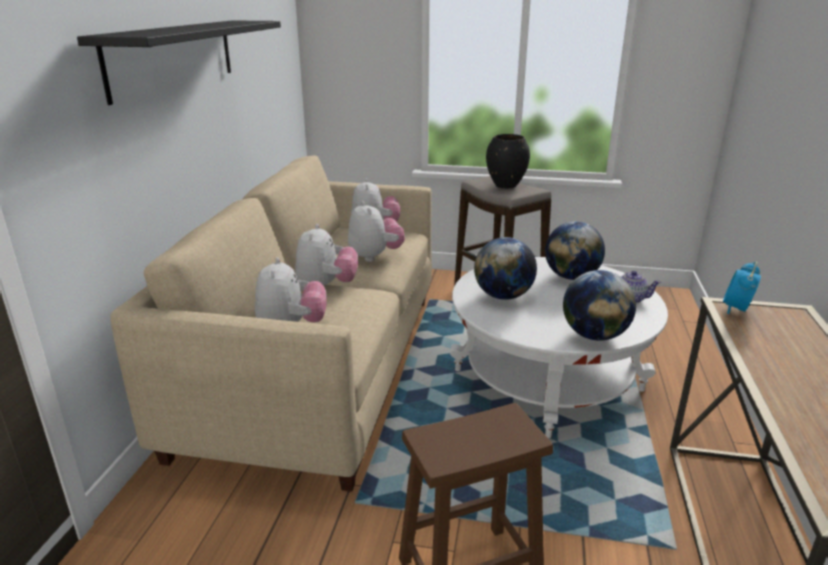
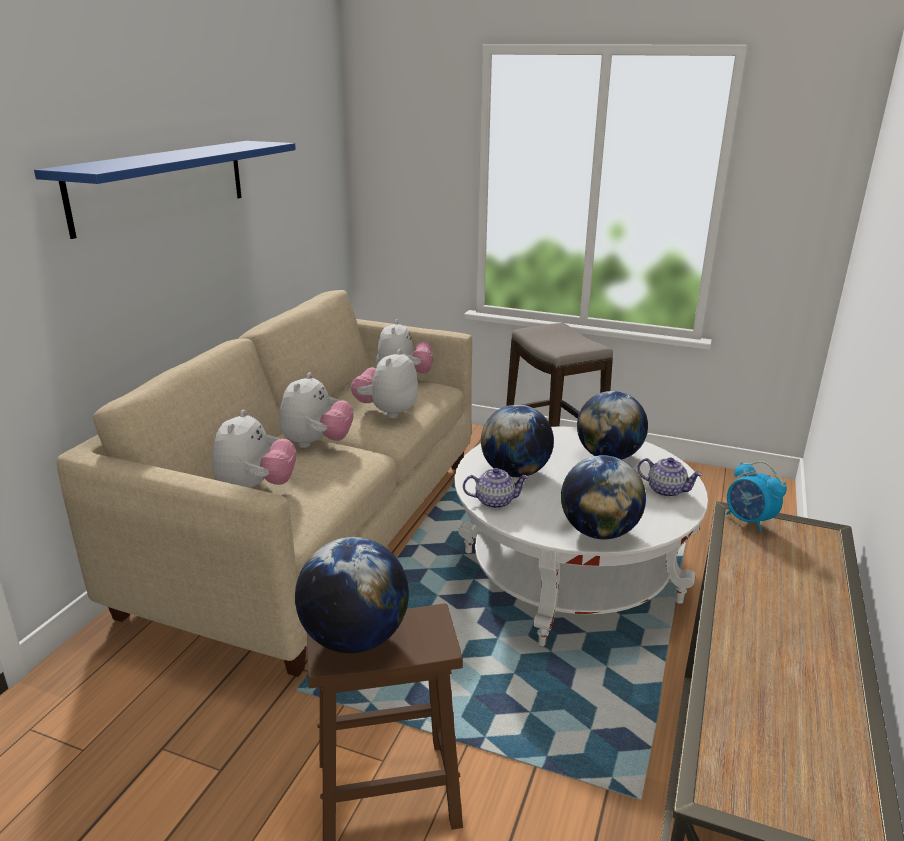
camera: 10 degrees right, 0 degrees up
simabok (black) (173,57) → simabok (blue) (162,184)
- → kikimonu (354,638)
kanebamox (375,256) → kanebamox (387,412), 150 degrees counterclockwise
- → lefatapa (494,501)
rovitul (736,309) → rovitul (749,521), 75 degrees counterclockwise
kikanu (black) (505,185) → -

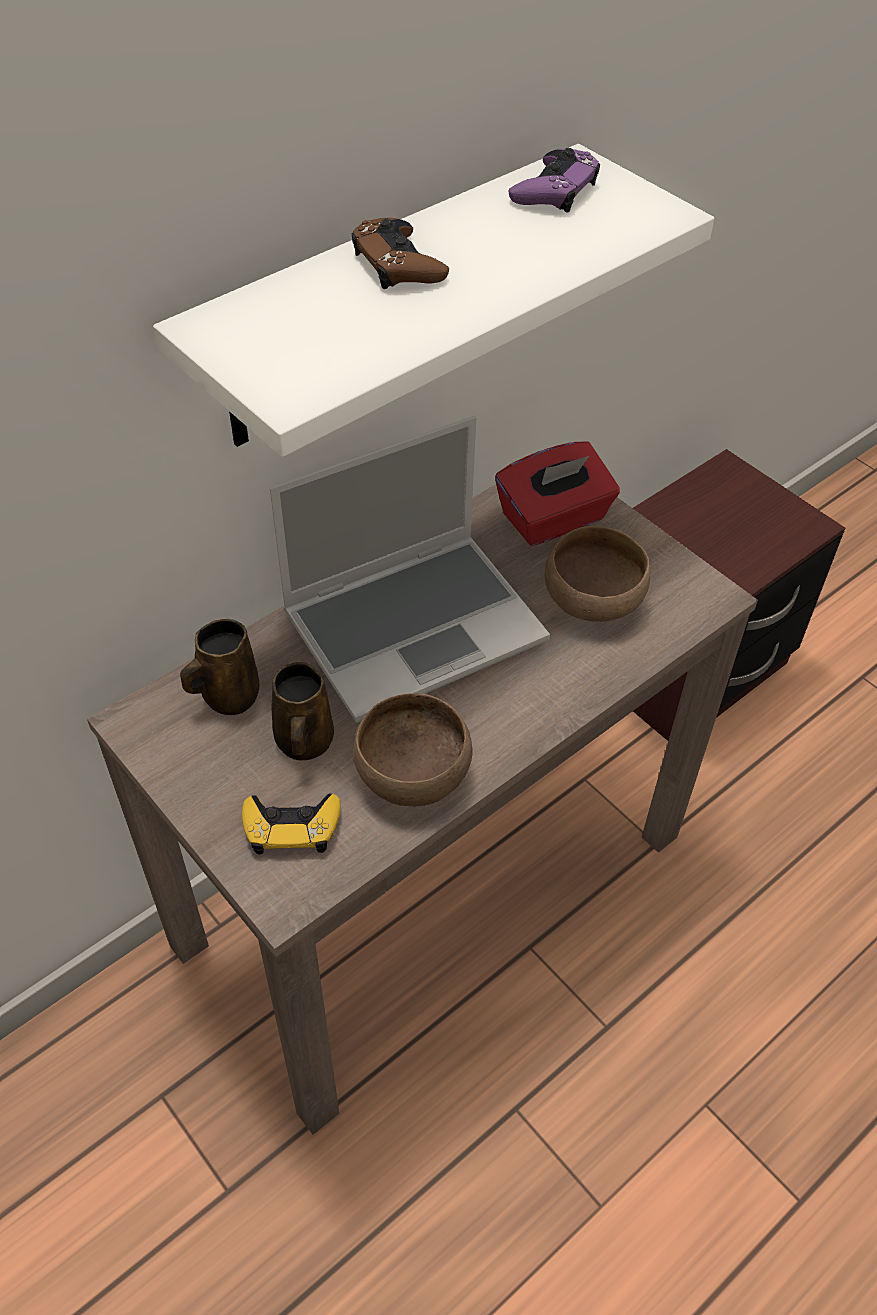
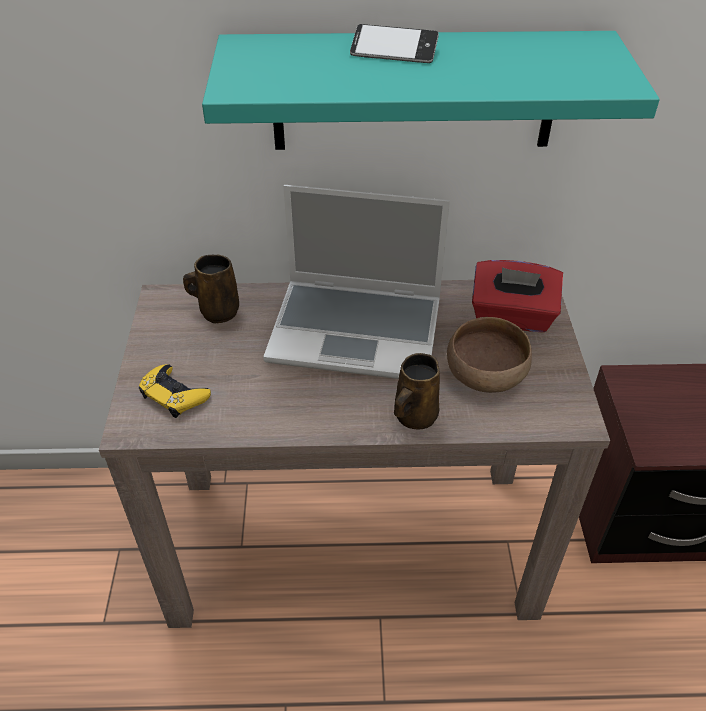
camera: 40 degrees right, 5 degrees down
simabok (white) (387,299) → simabok (turquoise) (414,92)
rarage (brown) (398,264) → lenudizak (393,51)
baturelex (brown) (304,743) → baturelex (brown) (414,416), move
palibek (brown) (410,773) → -
rarage (purple) (555,190) → -

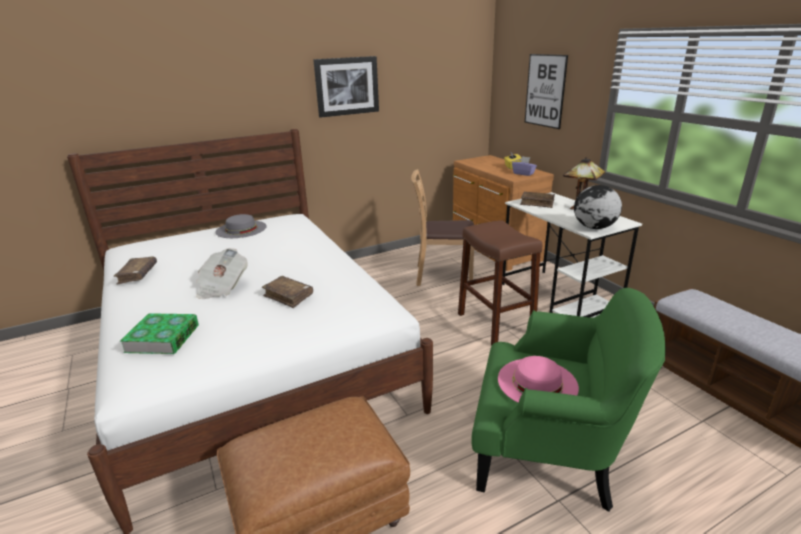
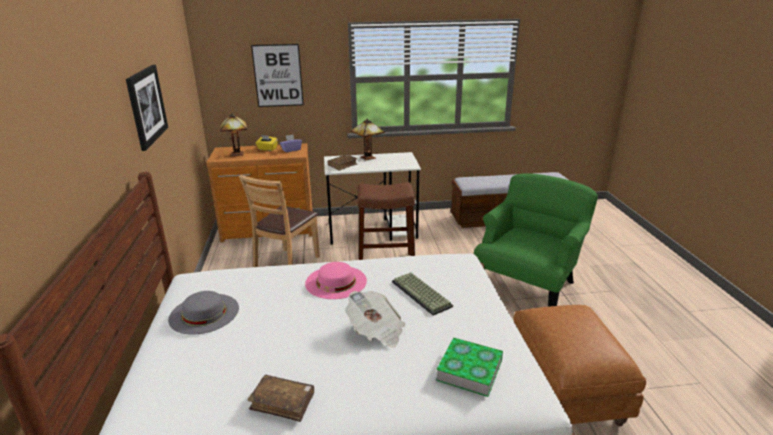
camera: 70 degrees left, 0 degrees up
- → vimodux (236,154)
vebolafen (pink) (537,382) → vebolafen (pink) (336,282), move
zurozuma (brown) (288,296) → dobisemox (422,294)
kikimonu (593,227) → -

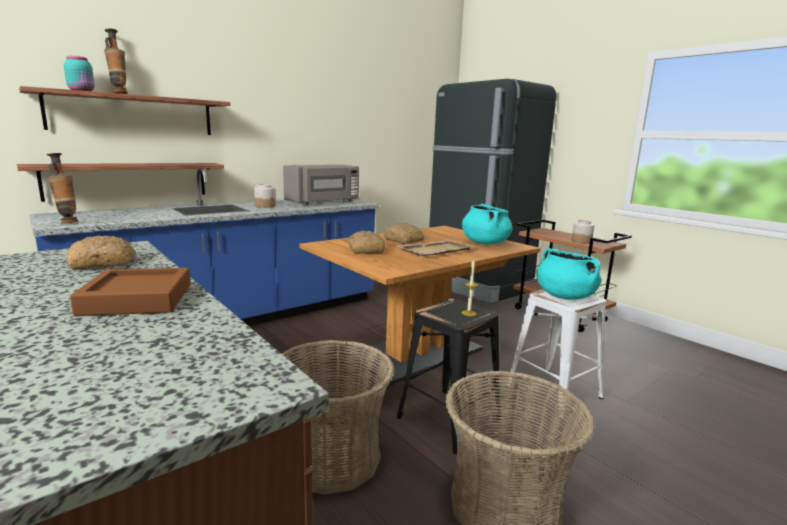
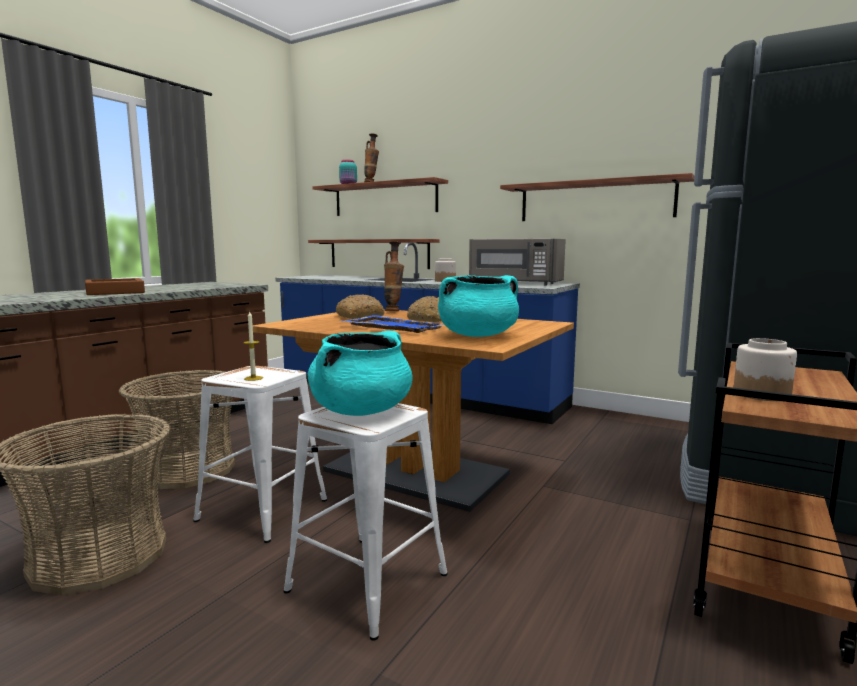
camera: 70 degrees right, 5 degrees down
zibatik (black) (450,419) → zibatik (white) (262,510)
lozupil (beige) (435,250) → lozupil (blue) (393,327)
kikanu (67,223) → kikanu (393,311), move
- → simabok (595,201)
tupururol (103,263) → -

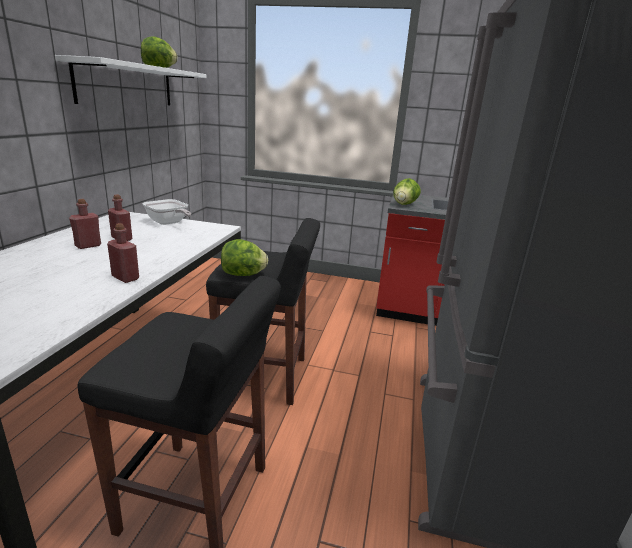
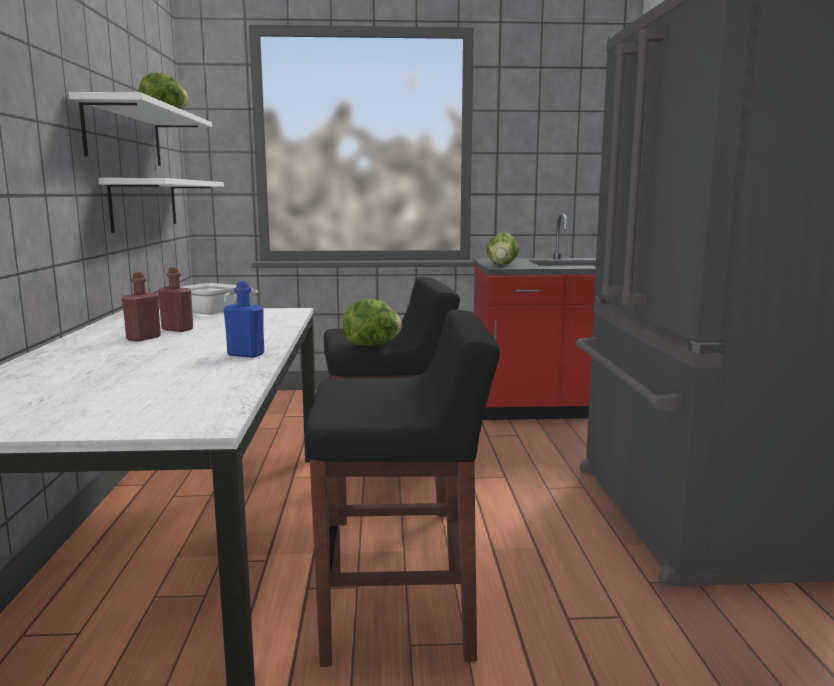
camera: 15 degrees left, 10 degrees down
- → simabok (white) (145,204)
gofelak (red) (125,278) → gofelak (blue) (246,354)

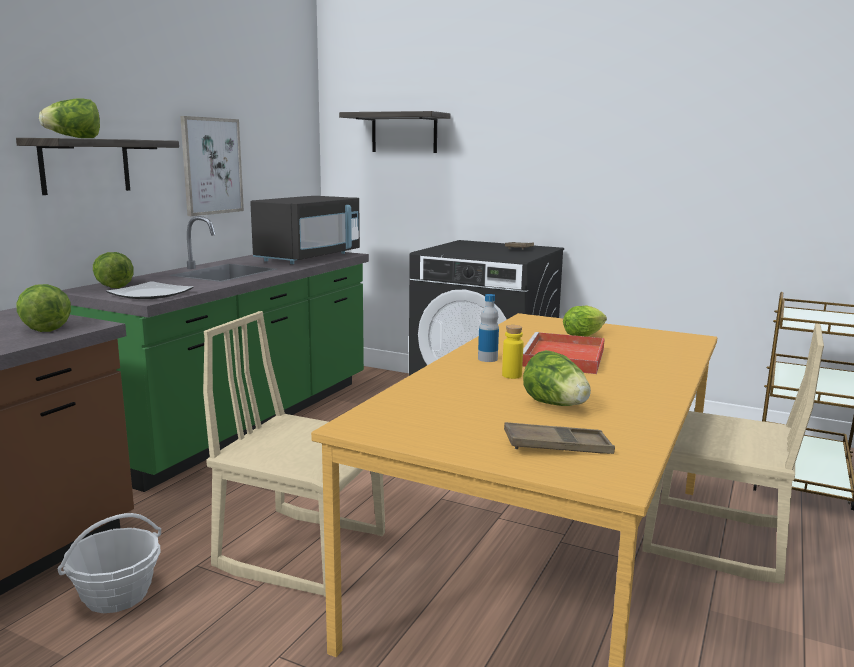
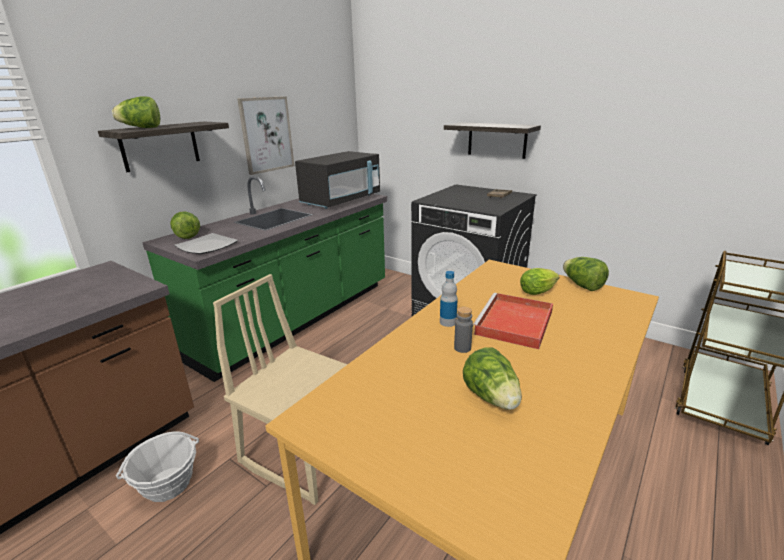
camera: 10 degrees right, 10 degrees up
simabok (404,133) → simabok (497,140), move
gofelak (yellow) (511,375) → gofelak (grey) (462,348)
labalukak (43,328) → labalukak (582,285), move
lozupil (brown) (557,446) → -
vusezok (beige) (715,541) → -

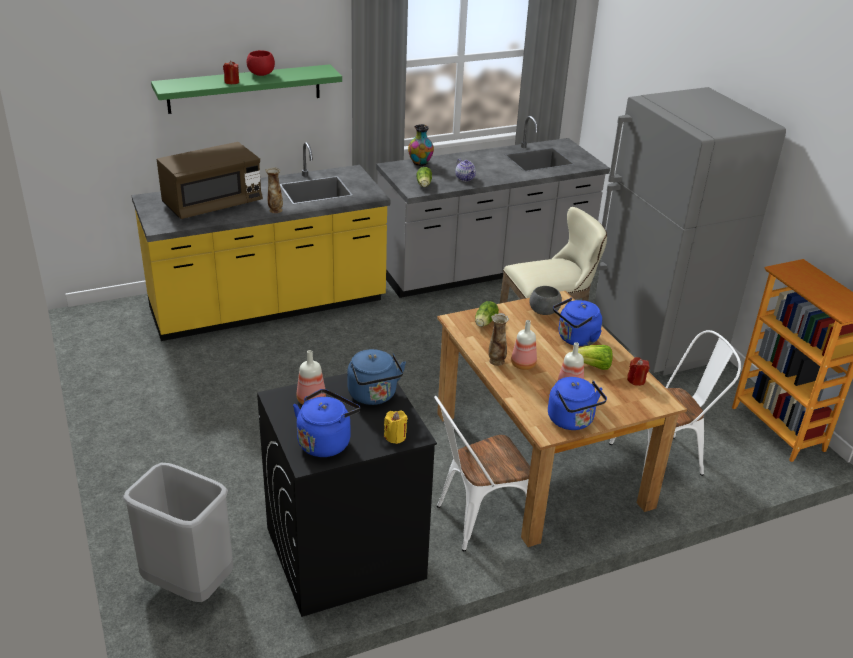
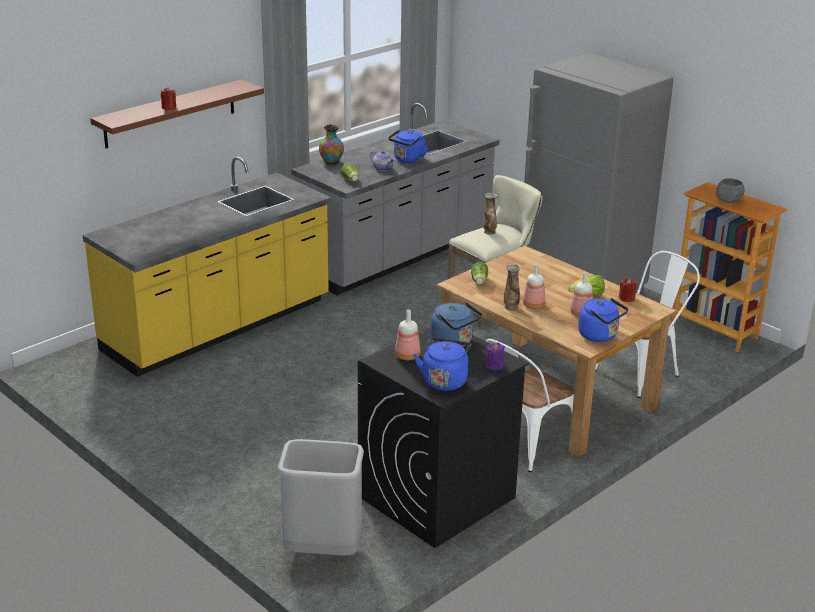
camera: 20 degrees left, 5 degrees down
simabok (green) (244,88) → simabok (brown) (170,113)
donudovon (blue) (575,339) → donudovon (blue) (408,160), move
kikanu (275,210) → kikanu (489,232), move
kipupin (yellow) (395,436) → kipupin (purple) (494,366)
palibek (grey) (544,312) → palibek (grey) (729,201), move
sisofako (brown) (212,204) → -
palibek (red) (261,74) → -

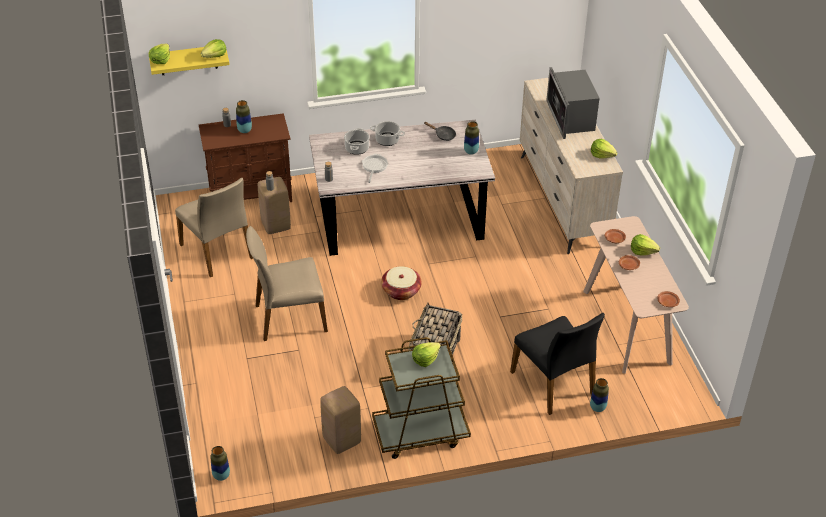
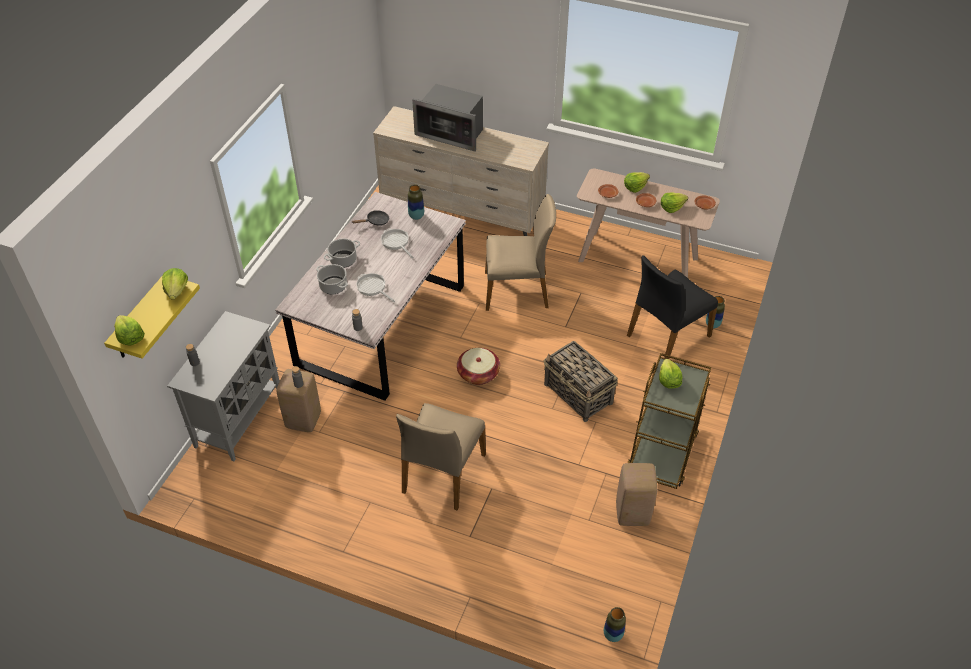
camera: 55 degrees left, 5 degrees up
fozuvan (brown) (251,195) → fozuvan (grey) (239,417)
- → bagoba (396,242)
vusezok (beige) (218,251) → vusezok (beige) (517,290), move
vusezok (black) (553,383) → vusezok (black) (667,335), 135 degrees clockwise
labalukak (602,155) → labalukak (672,207), move
kikanu (244,130) → -

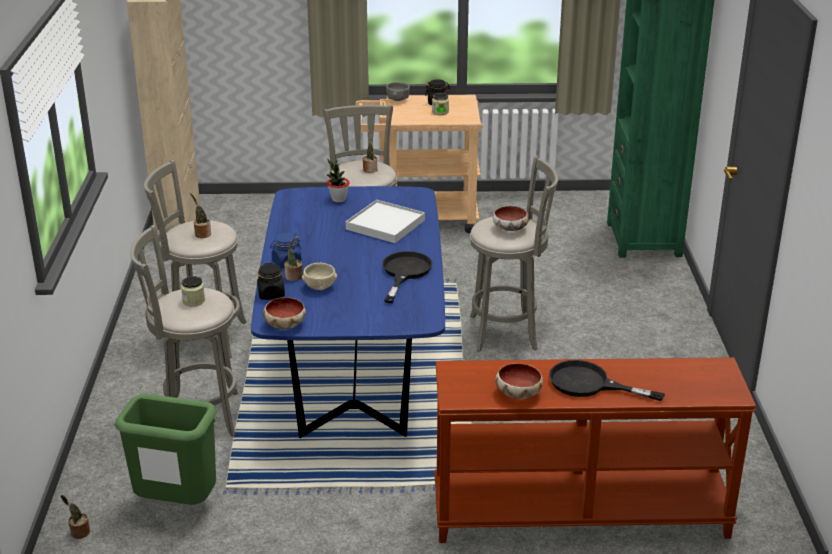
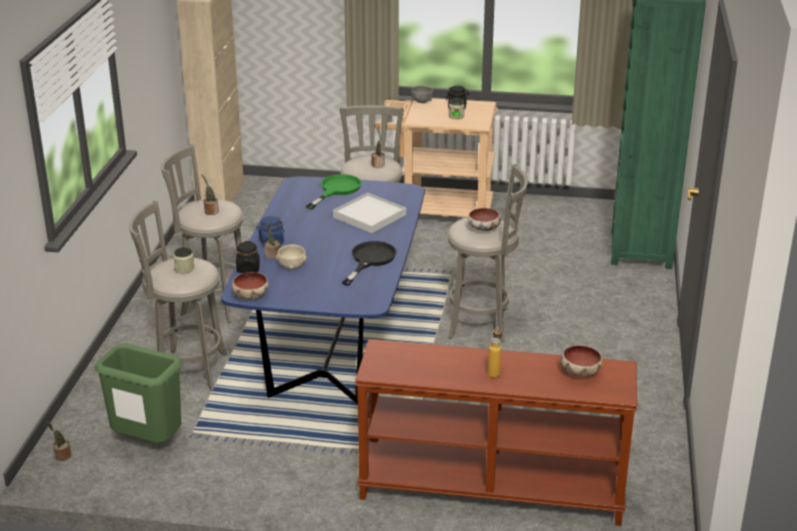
camera: 10 degrees right, 0 degrees up
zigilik (338,199) → bagoba (green) (336,190)
bagoba (black) (589,384) → gofelak (494,372)
palibek (517,393) → palibek (579,372), move

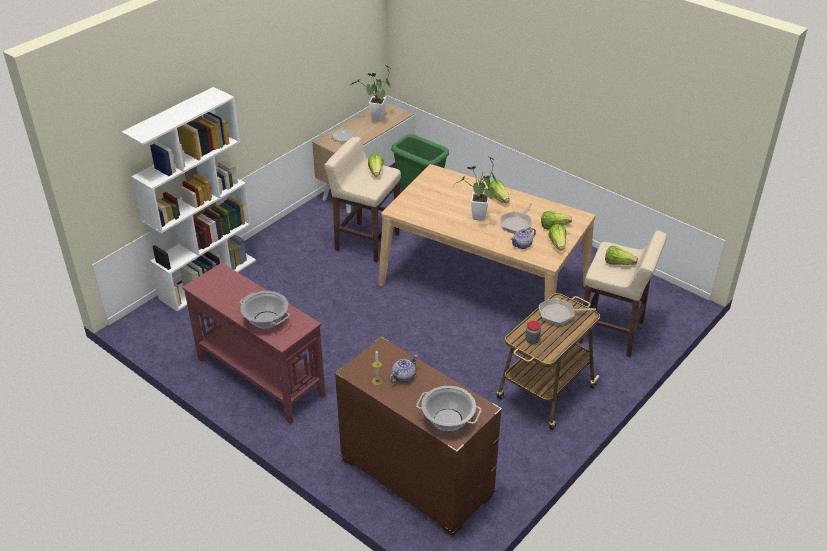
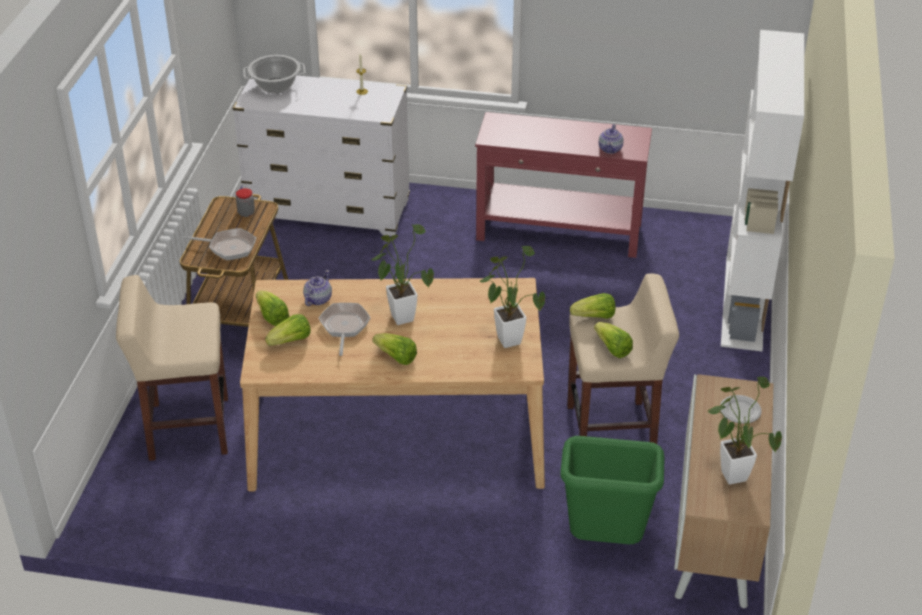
camera: 150 degrees right, 0 degrees up
bagoba (559,314) → bagoba (229,247), 45 degrees clockwise
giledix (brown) (416,478) → giledix (white) (329,210)
- → zigilik (507,337)
labalukak (618,263) → labalukak (594,317), move
lefatapa (403,377) → lefatapa (610,149), move
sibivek (265,320) → -

